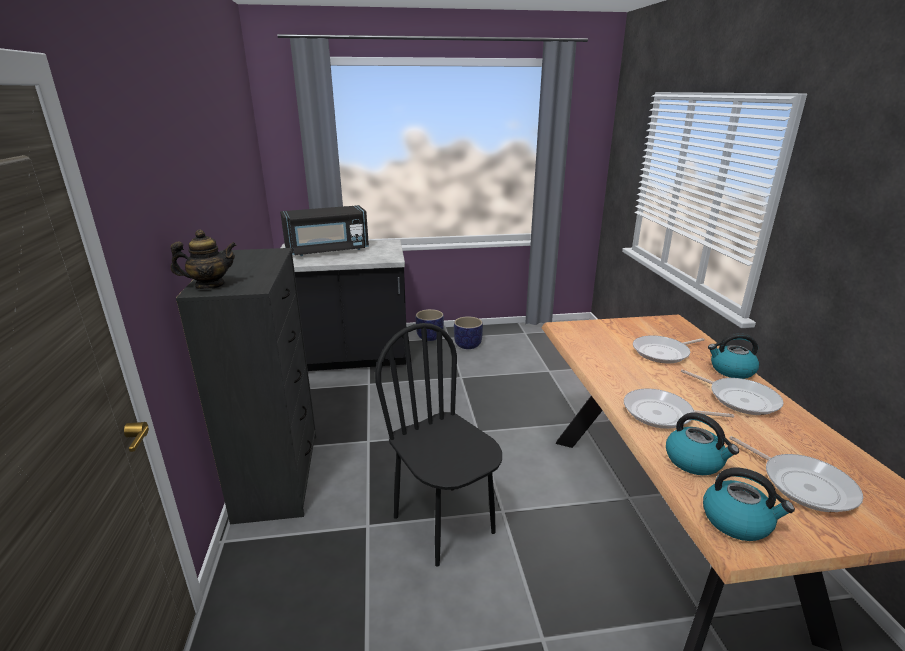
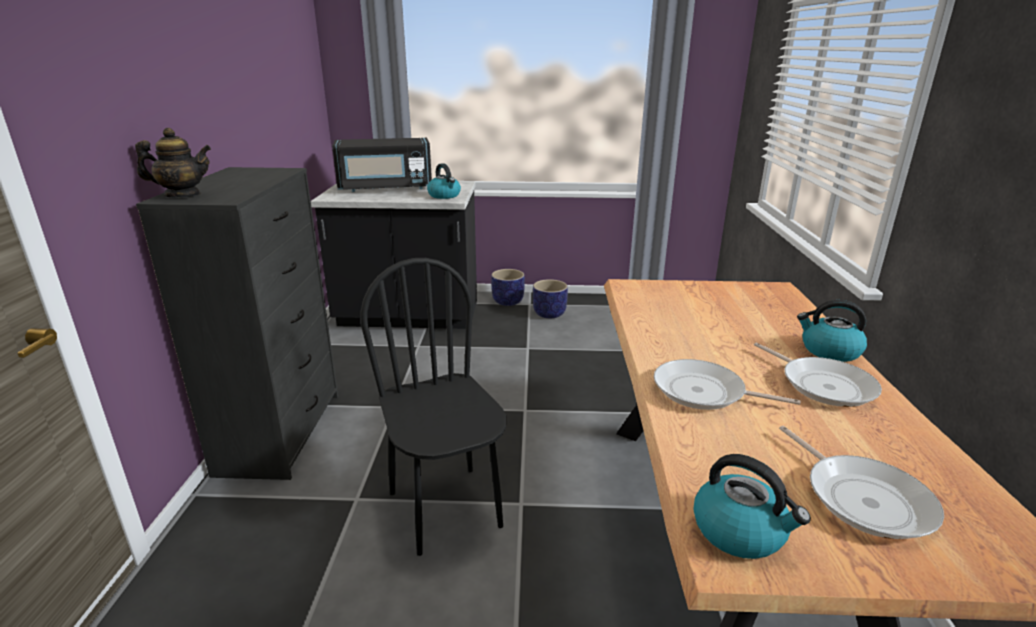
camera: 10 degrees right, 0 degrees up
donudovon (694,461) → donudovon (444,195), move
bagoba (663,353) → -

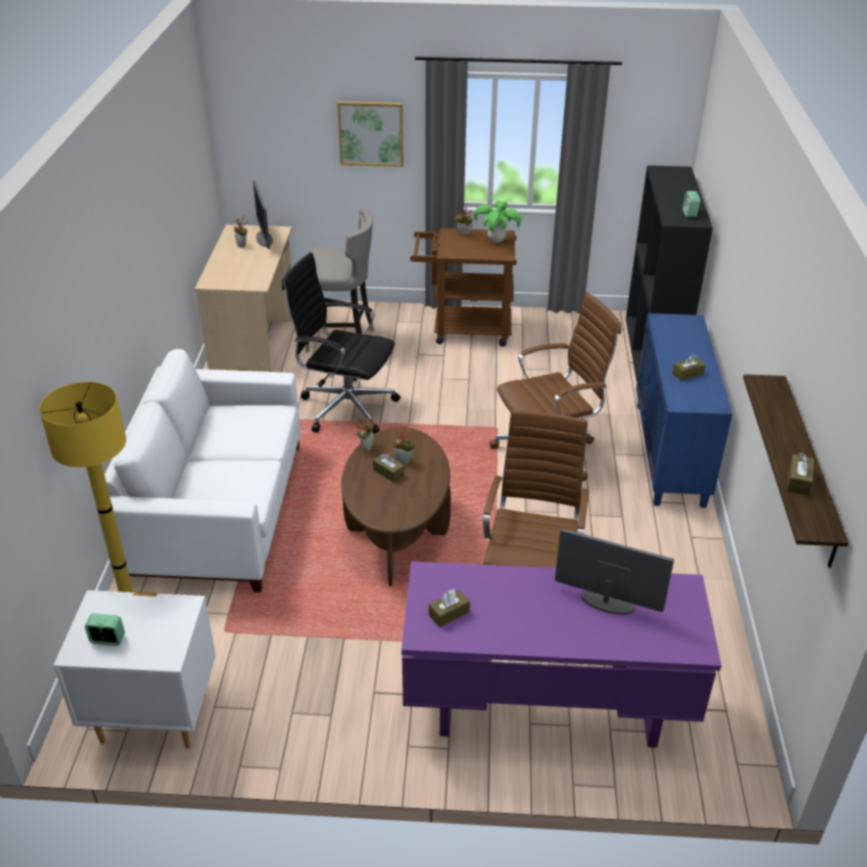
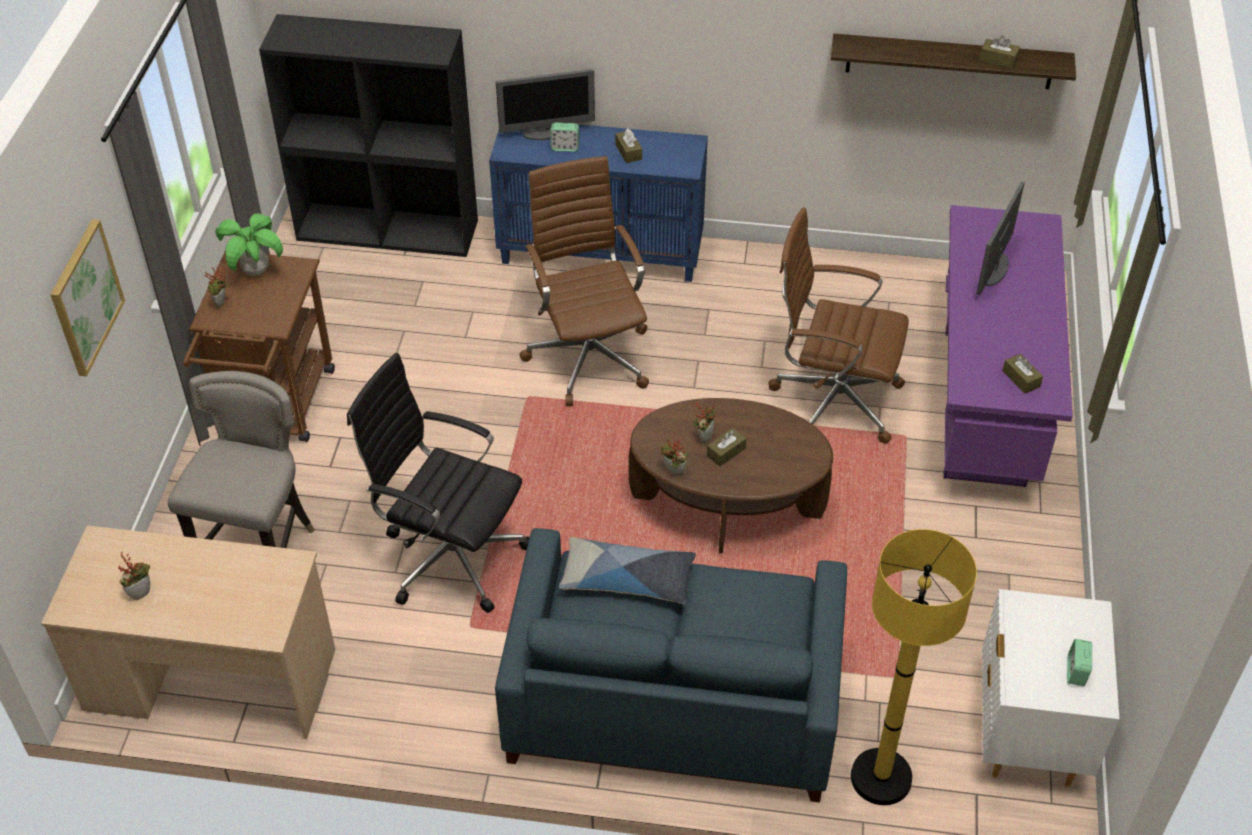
camera: 85 degrees left, 10 degrees up
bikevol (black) (345,407) → bikevol (black) (450,555), 90 degrees clockwise
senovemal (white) (218,510) → senovemal (blue) (672,699)
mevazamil (264,239) → mevazamil (547,132), move
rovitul (689,213) → rovitul (565,147), move
- → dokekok (627,579)

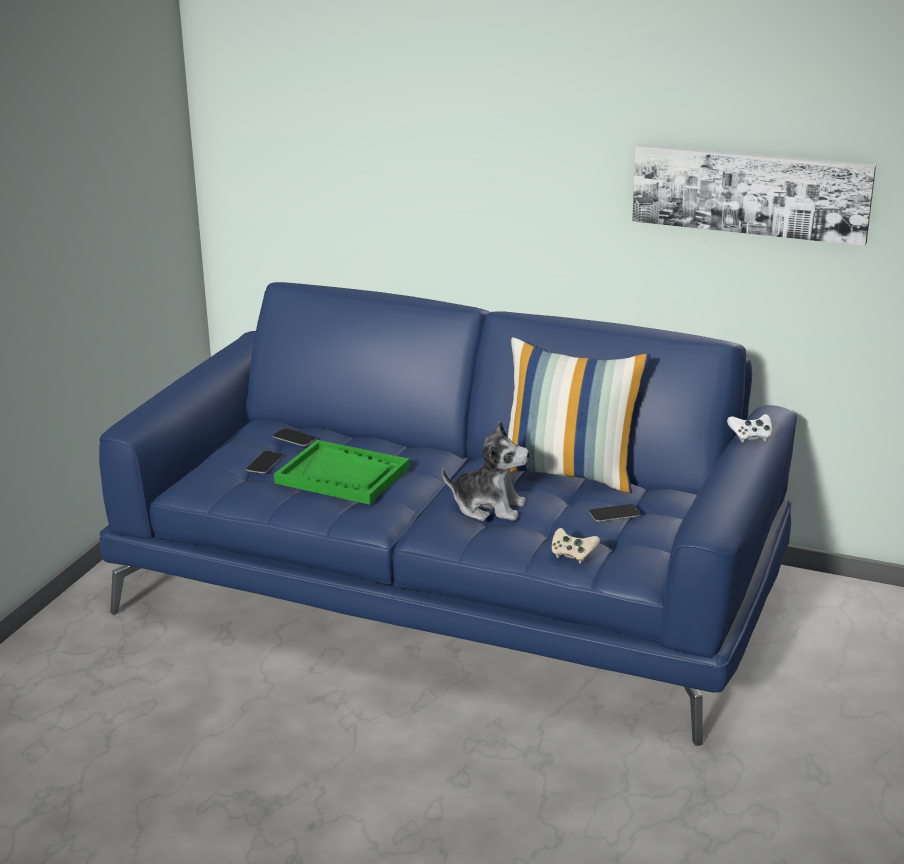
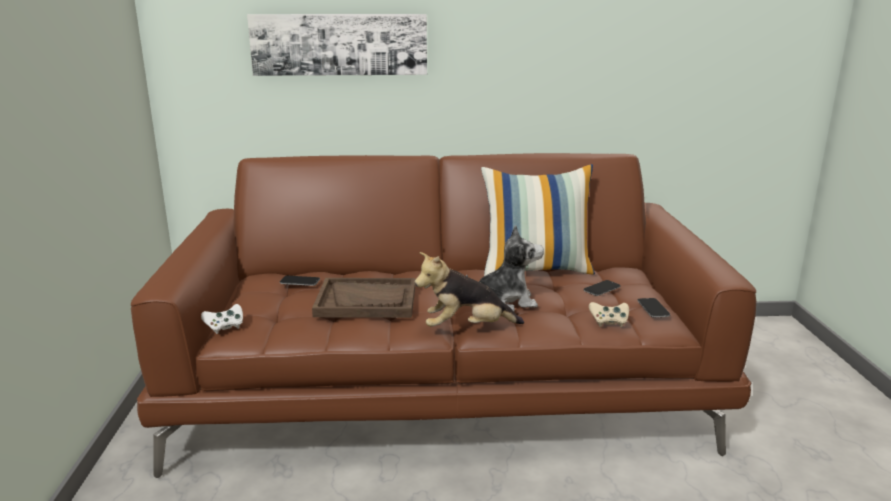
camera: 25 degrees left, 5 degrees down
senovemal (blue) (453,591) → senovemal (brown) (445,385)
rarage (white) (750,437) → rarage (white) (224,327), move
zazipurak (750,192) → zazipurak (339,44), move
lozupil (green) (343,475) → lozupil (brown) (367,301)
- → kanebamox (466,328)
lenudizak (265,463) → lenudizak (653,308), move

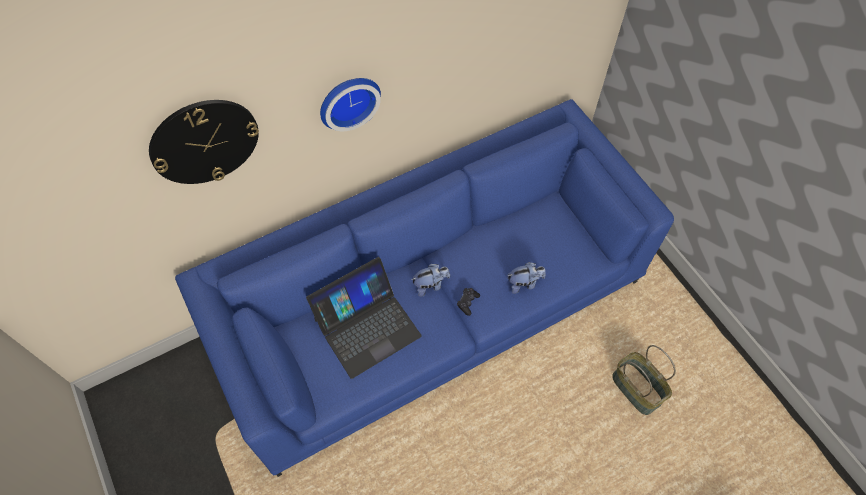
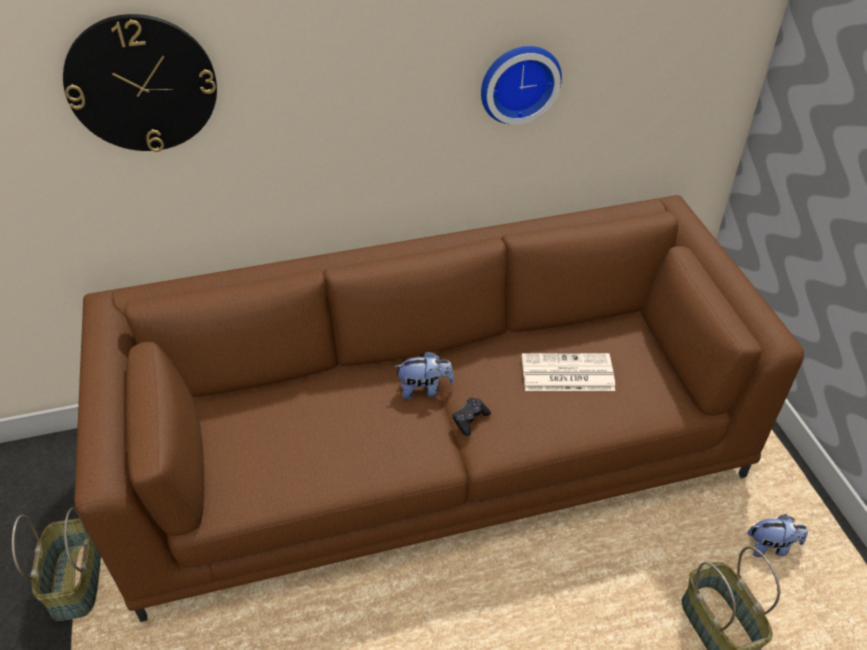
camera: 15 degrees right, 15 degrees down
- → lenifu (75,581)
senovemal (blue) (432,309) → senovemal (brown) (433,451)
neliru (348,100) → neliru (518,82), move
- → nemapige (566,374)
kanebamox (524,283) → kanebamox (771,546), move
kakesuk (367,327) → -

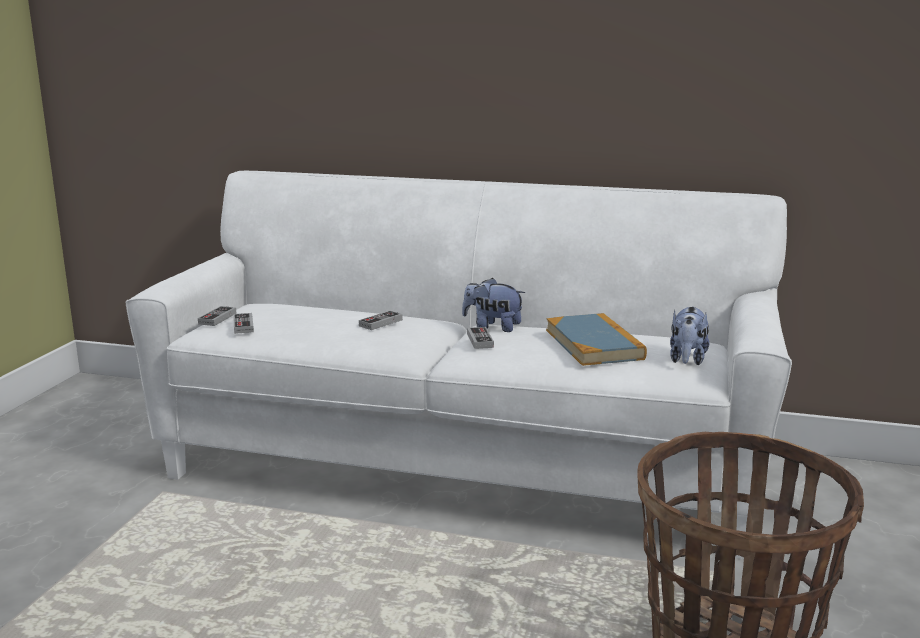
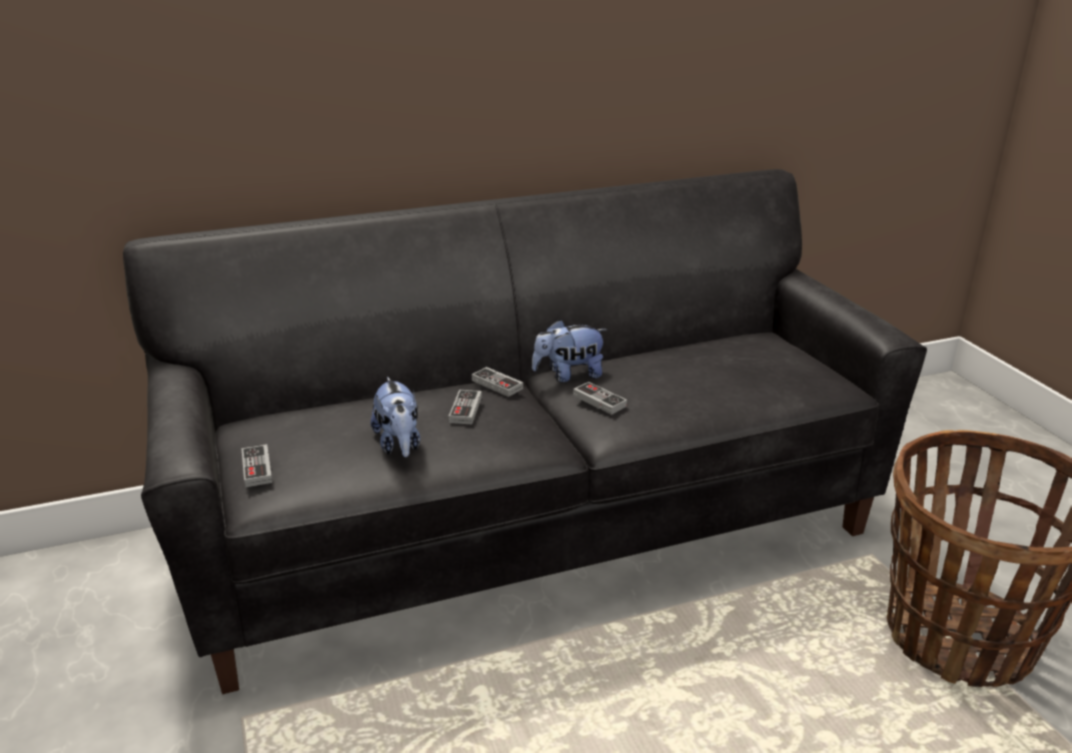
camera: 35 degrees left, 10 degrees up
senovemal (white) (460,466) → senovemal (black) (534,532)
kanebamox (687,360) → kanebamox (399,444), move
rarage (243,326) → rarage (497,384), move
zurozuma (594,344) → -

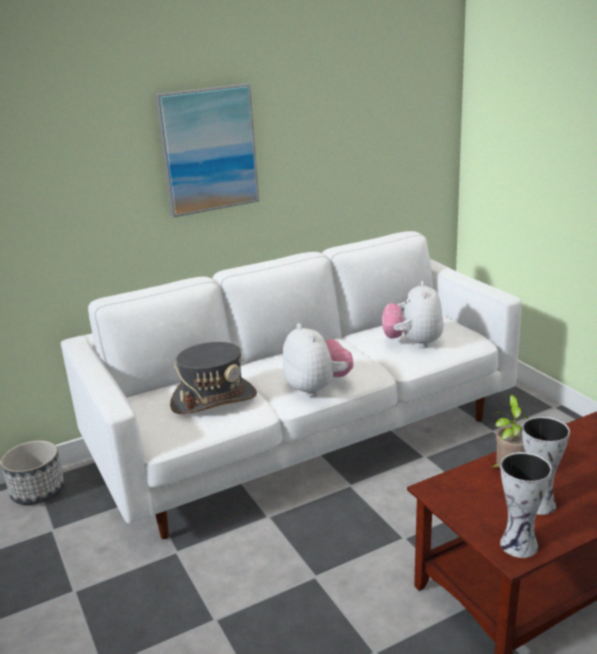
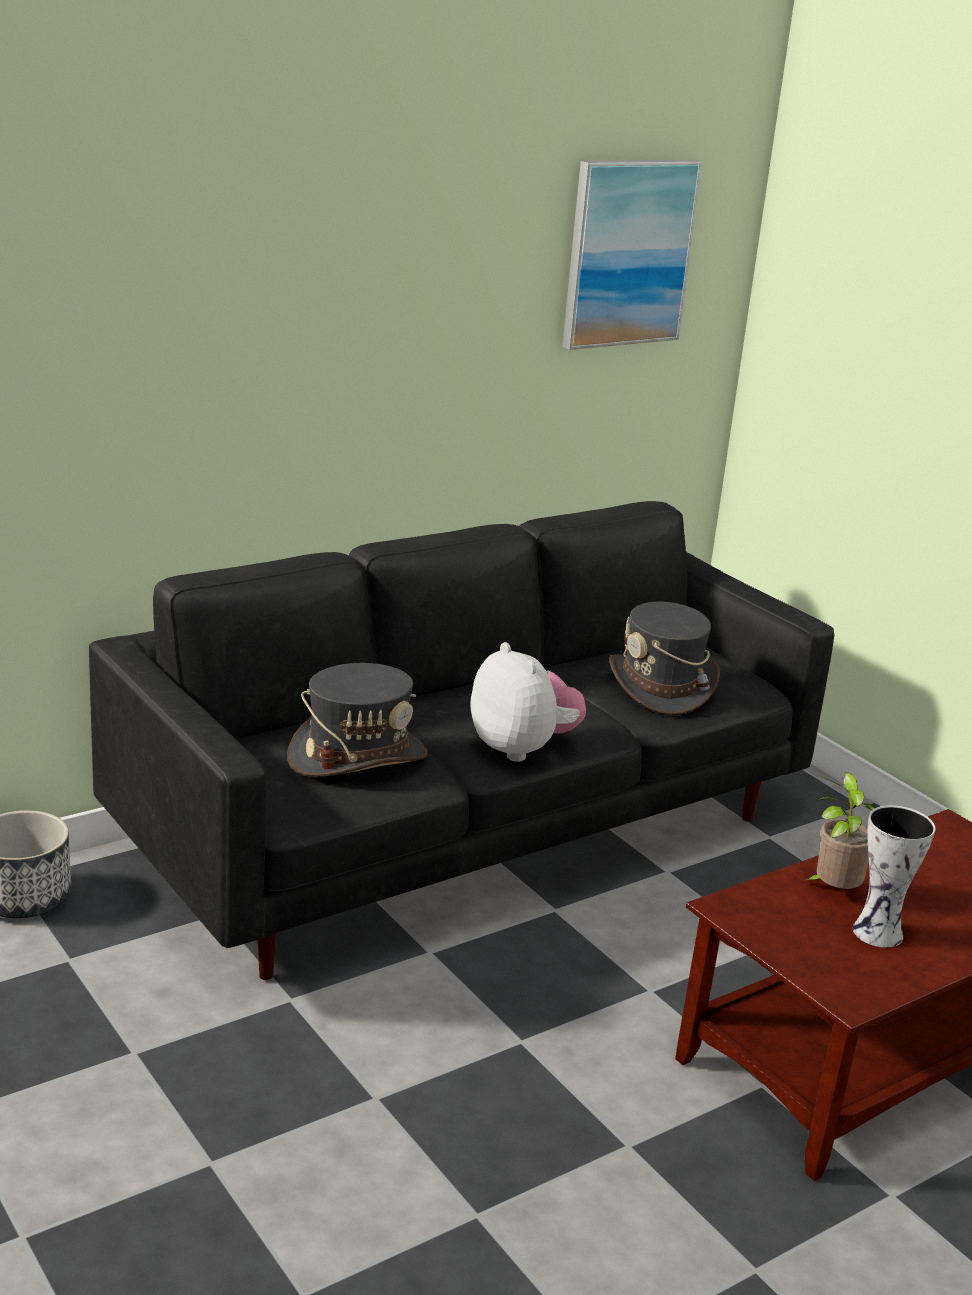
camera: 10 degrees left, 0 degrees up
senovemal (white) (306,441) → senovemal (black) (470,838)
zazipurak (208,149) → zazipurak (628,253), move
kanebamox (413,343) → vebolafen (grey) (661,687)
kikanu (521,545) → -

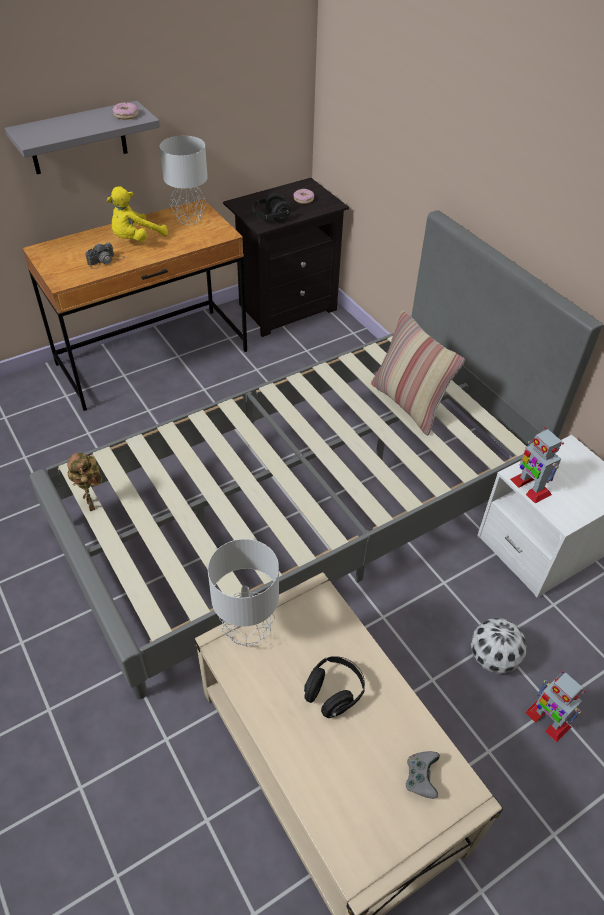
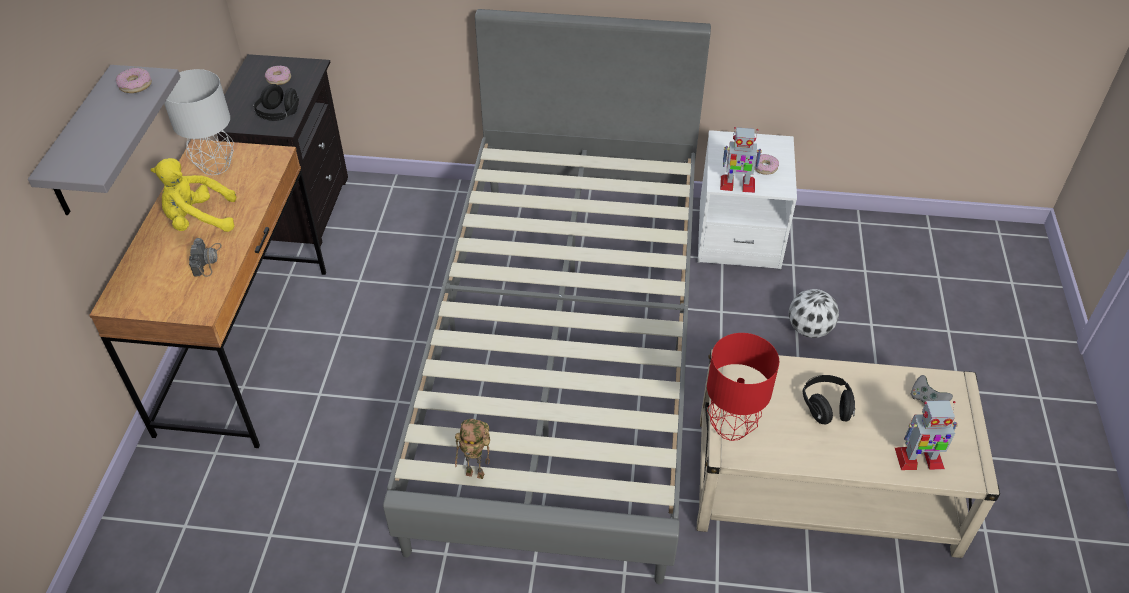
camera: 50 degrees left, 0 degrees up
kanebamox (yellow) (136,239) → kanebamox (yellow) (199,220), 90 degrees clockwise
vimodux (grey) (248,630) → vimodux (red) (730,427)
- → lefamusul (765,167)
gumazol (547,719) → gumazol (918,458), move
dokekok (408,404) → -

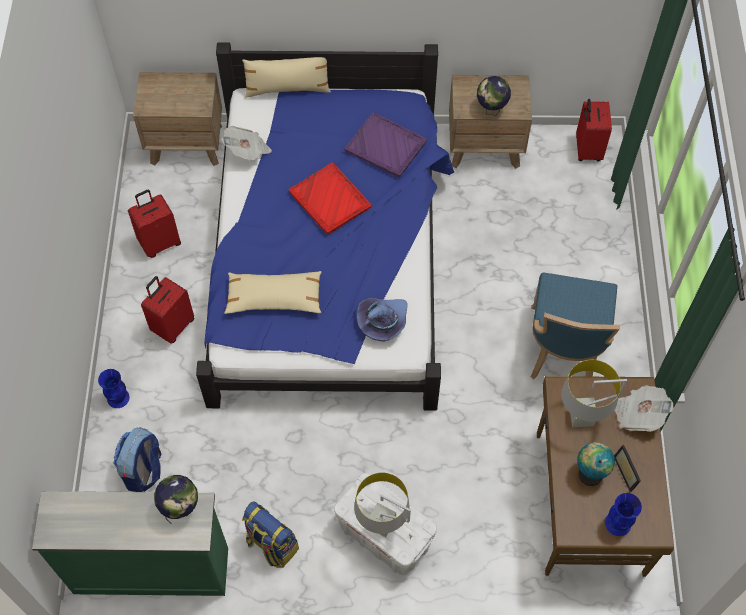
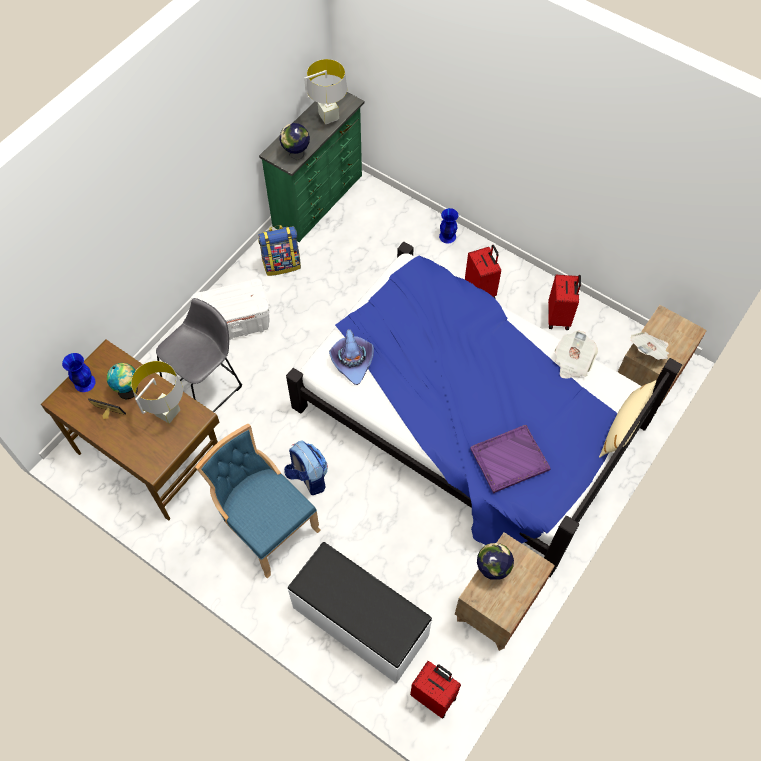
camera: 125 degrees right, 0 degrees up
- → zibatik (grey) (206,388)
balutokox (144,471) → balutokox (308,477), move
- → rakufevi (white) (359,623)
vimodux (grey) (381,524) → vimodux (grey) (328,117), move
nemapige (638,414) → nemapige (649,351), move
dokekok (beige) (274,297) → -
lozupil (red) (330,200) → -

